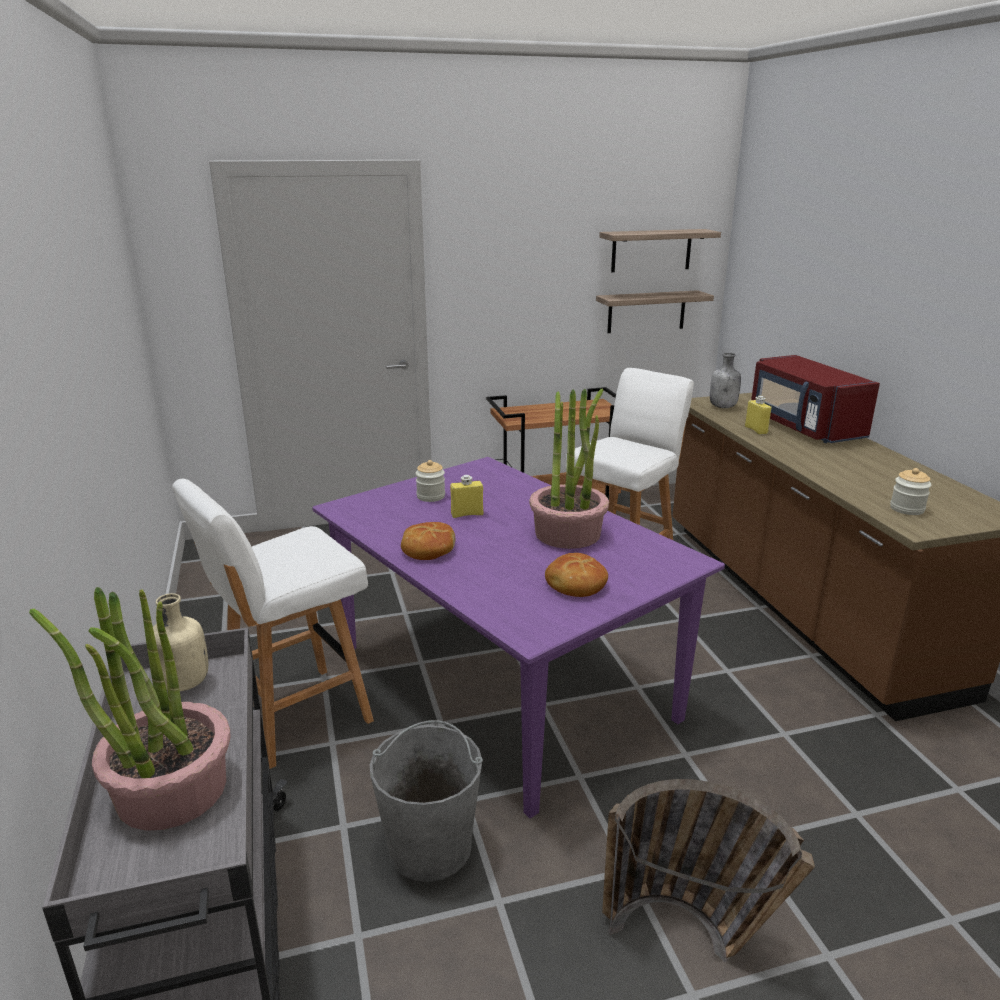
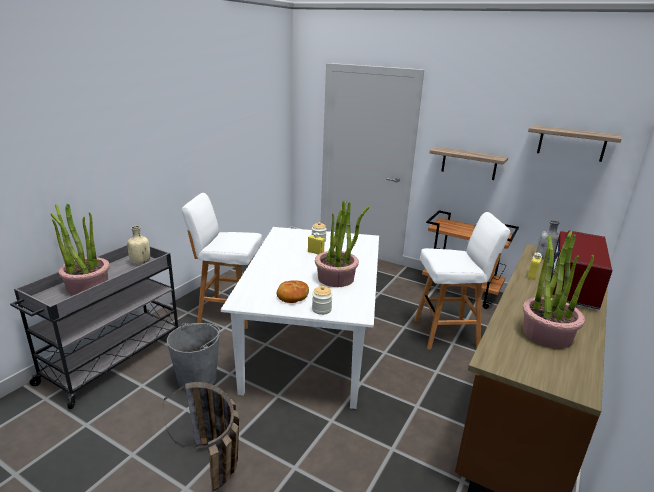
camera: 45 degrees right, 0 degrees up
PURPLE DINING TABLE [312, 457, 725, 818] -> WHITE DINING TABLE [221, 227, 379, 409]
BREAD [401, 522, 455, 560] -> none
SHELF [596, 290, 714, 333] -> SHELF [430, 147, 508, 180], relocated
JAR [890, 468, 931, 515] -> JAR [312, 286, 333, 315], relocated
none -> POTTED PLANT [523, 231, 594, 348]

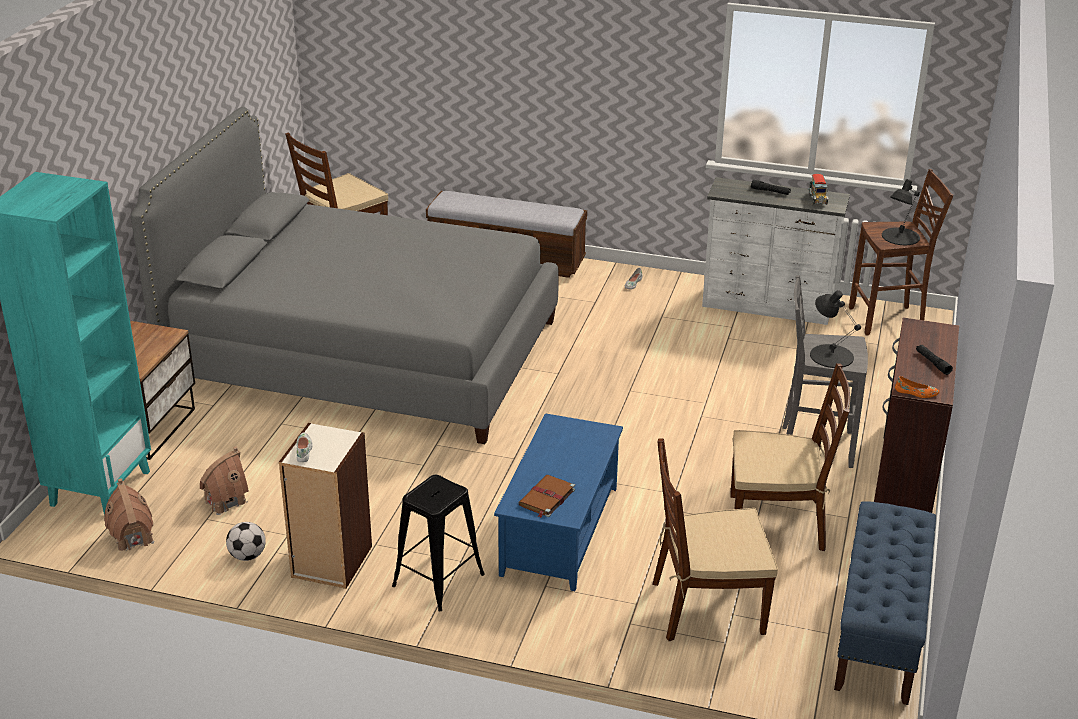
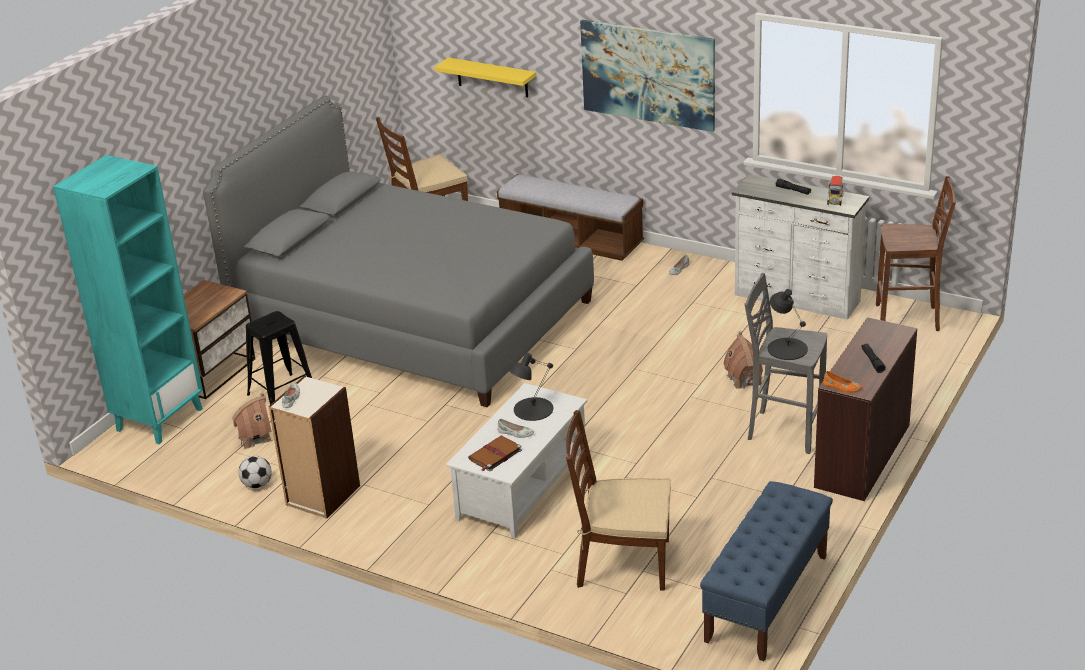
camera: 15 degrees right, 0 degrees up
TOY HOUSE [104, 478, 155, 551] -> TOY HOUSE [723, 331, 763, 389], relocated
BLACK STOOL [392, 475, 485, 612] -> BLACK STOOL [246, 311, 312, 404], relocated
BLUE COFFEE TABLE [494, 413, 623, 591] -> WHITE COFFEE TABLE [446, 383, 587, 539]
BROWN CHAIR [730, 363, 850, 551] -> none
BLACK TABLE LAMP [882, 179, 920, 245] -> BLACK TABLE LAMP [509, 353, 553, 421], relocated
none -> YELLOW SHELF [434, 58, 536, 97]
none -> WHITE SHOE [497, 419, 534, 438]
none -> PICTURE [580, 20, 715, 132]

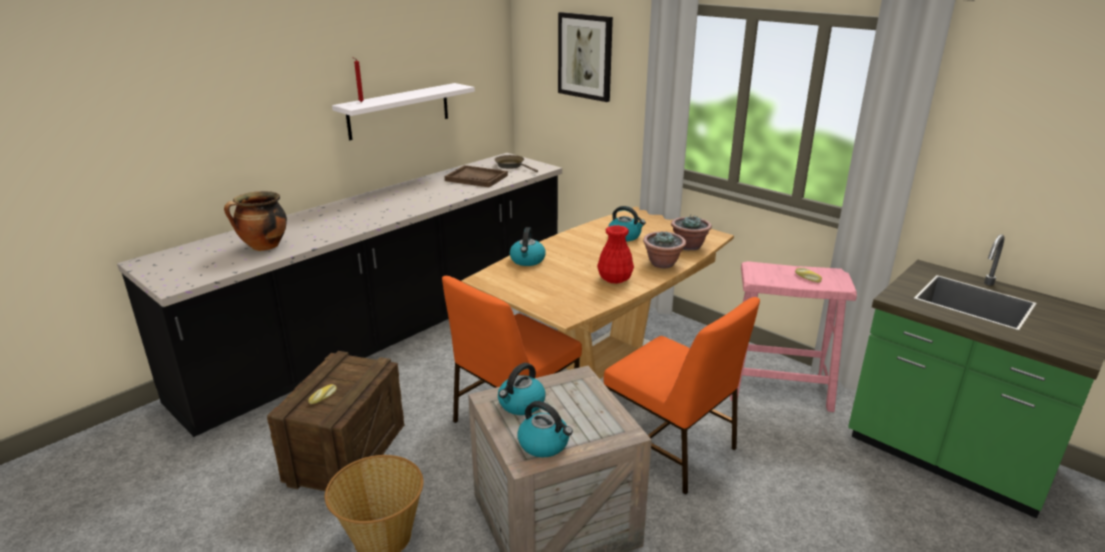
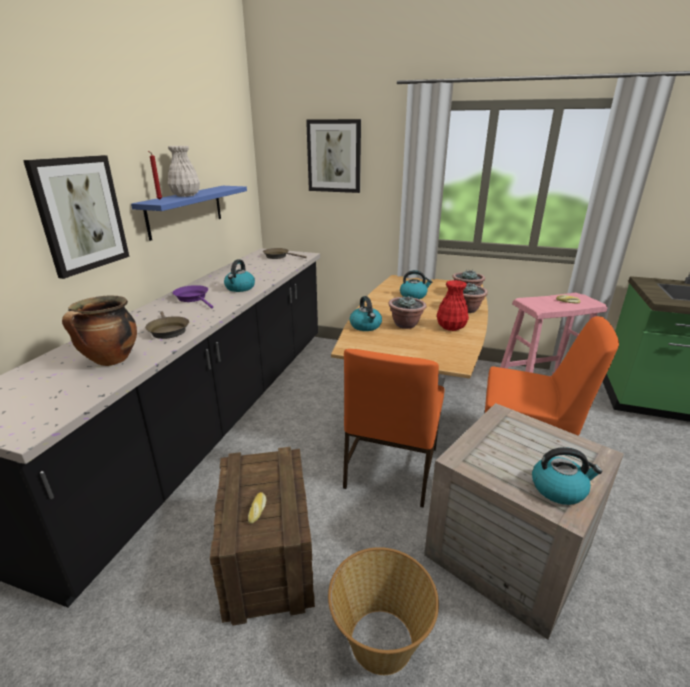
camera: 25 degrees left, 0 degrees up
WHITE SHELF [332, 83, 475, 140] -> BLUE SHELF [131, 186, 247, 241]
BROWN TRAY [445, 165, 508, 188] -> none
KETTLE [498, 363, 545, 415] -> KETTLE [224, 259, 255, 292], relocated
none -> PICTURE [23, 155, 129, 279]
none -> BROWN FRYING PAN [145, 311, 189, 339]
none -> WHITE VASE [168, 146, 200, 197]
none -> PURPLE FRYING PAN [173, 285, 213, 308]
none -> POTTED PLANT [388, 296, 426, 329]

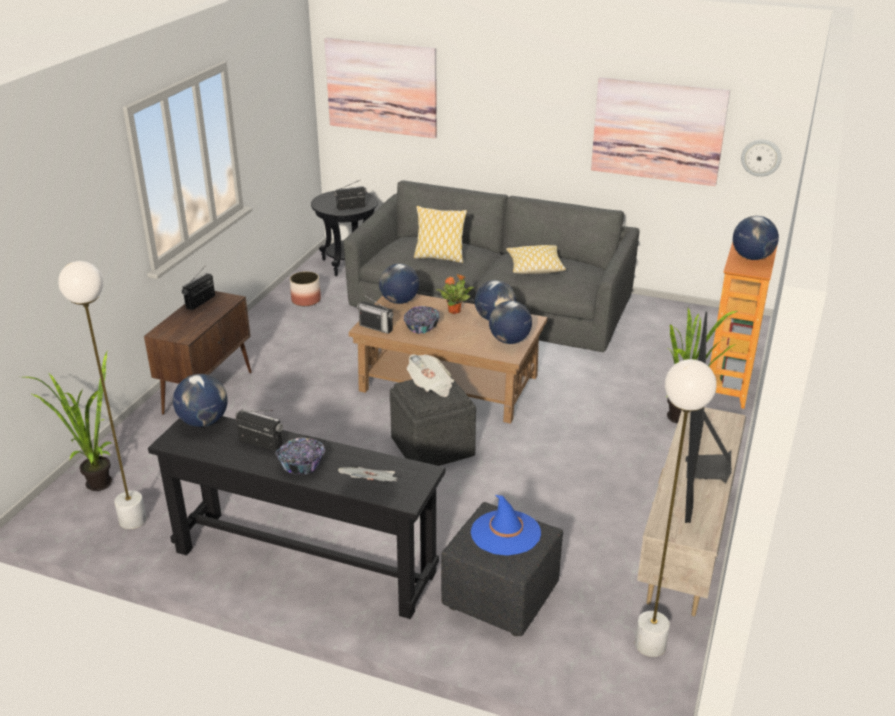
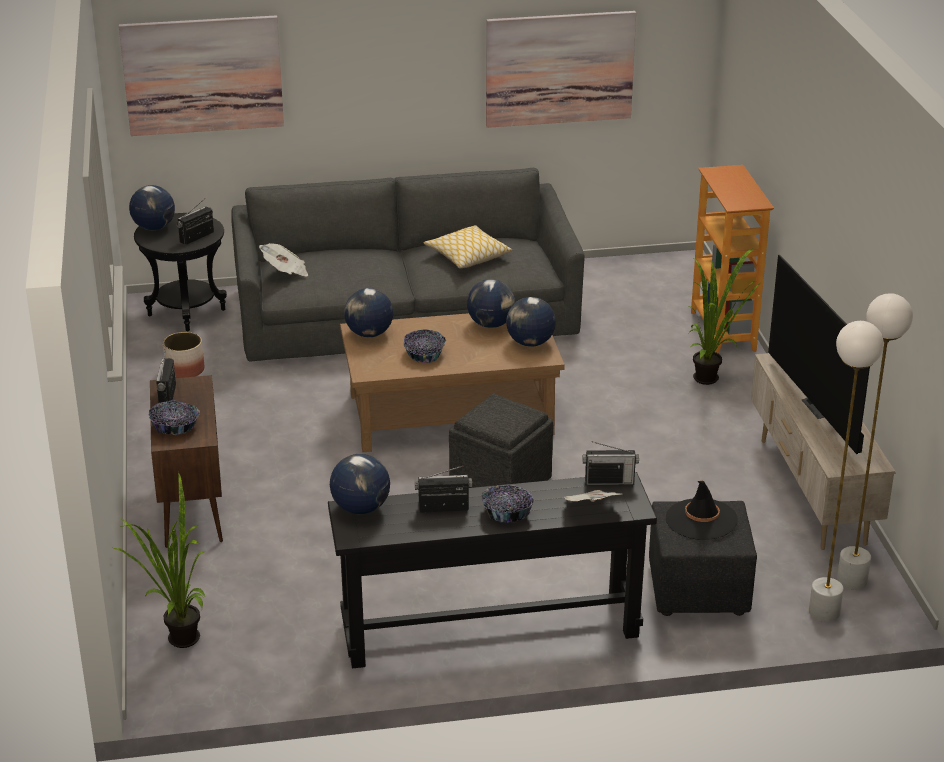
camera: 30 degrees left, 0 degrees up
WHITE FLOOR LAMP [58, 261, 147, 529] -> WHITE FLOOR LAMP [809, 321, 884, 622], relocated
RADIO [357, 294, 394, 334] -> RADIO [582, 441, 639, 485], relocated
NEWSPAPER [407, 354, 454, 397] -> NEWSPAPER [259, 243, 308, 276], relocated
PILLOW [414, 206, 467, 263] -> none
POTTED PLANT [436, 274, 474, 314] -> none
BLUE HAT [471, 495, 541, 556] -> BLACK HAT [666, 481, 738, 540]
GLOBE [733, 216, 779, 260] -> GLOBE [129, 185, 175, 230], relocated
WALL CLOCK [741, 140, 781, 177] -> none
none -> BOWL [149, 400, 200, 435]

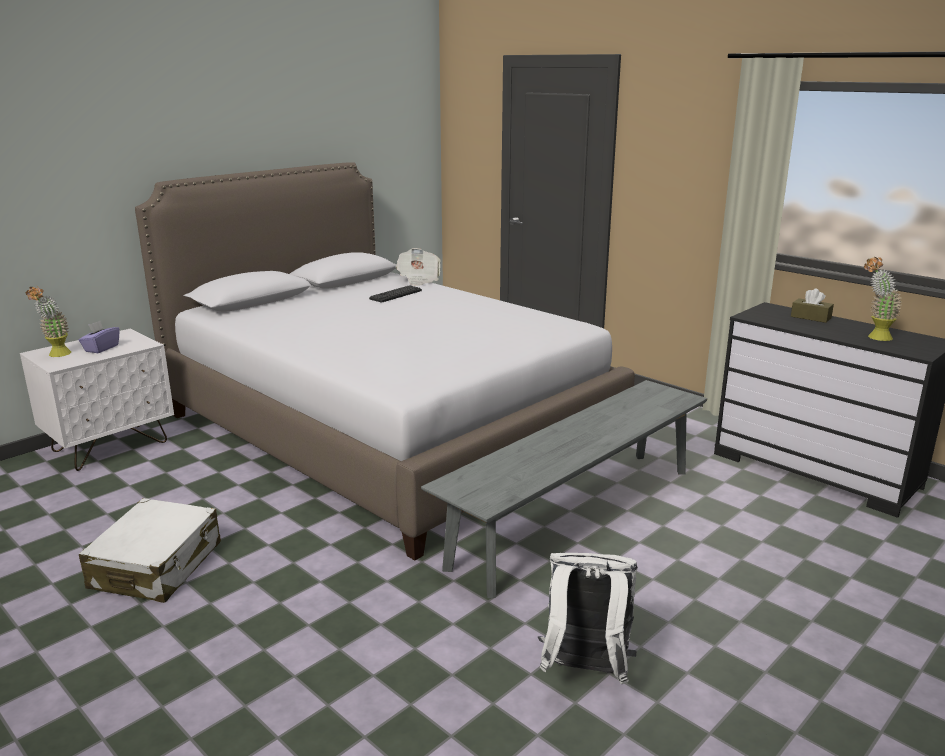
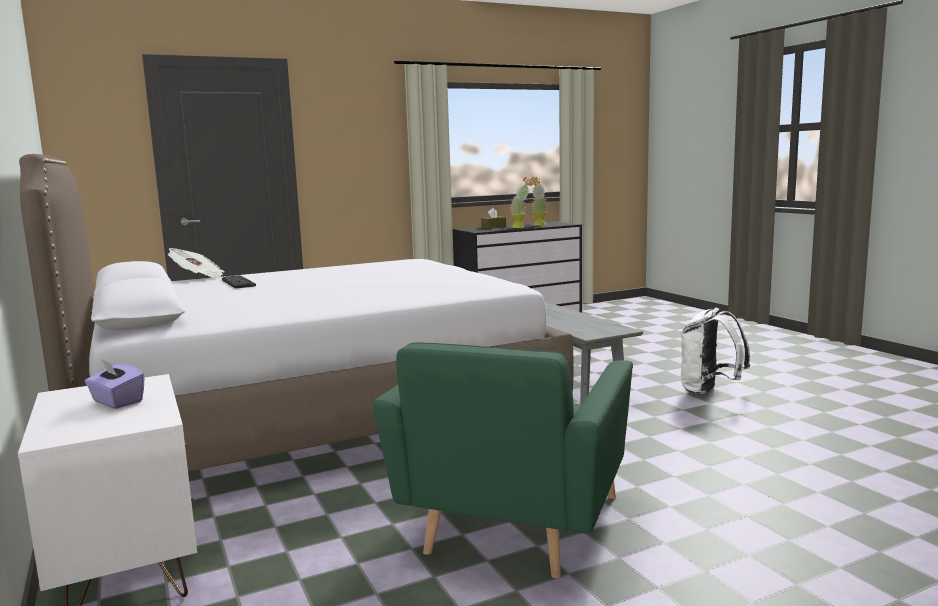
camera: 70 degrees left, 10 degrees down
POTTED PLANT [26, 286, 71, 357] -> POTTED PLANT [510, 177, 533, 228], relocated
WHITE SUITCASE [79, 498, 221, 603] -> GREEN ARMCHAIR [373, 342, 633, 578]

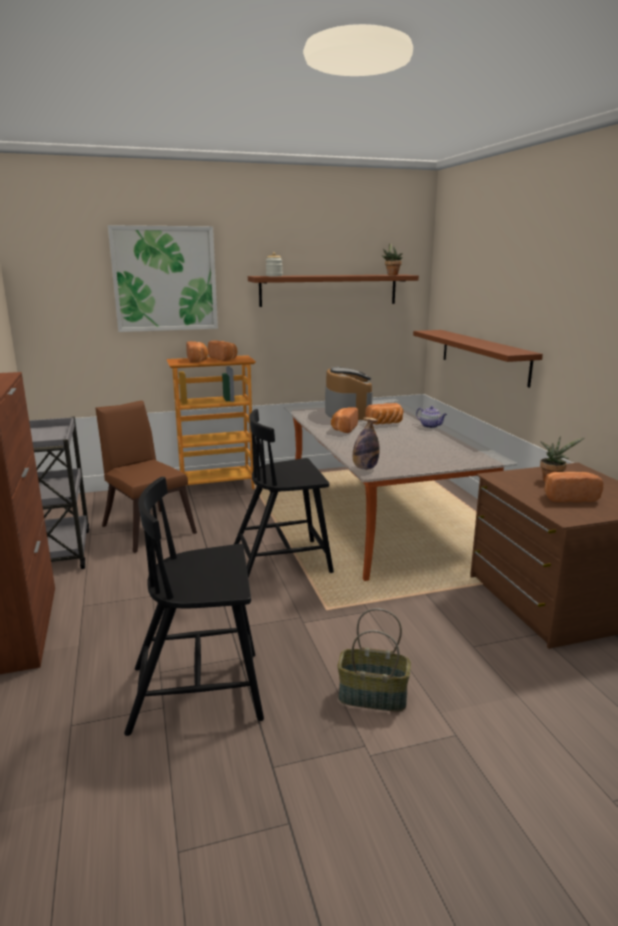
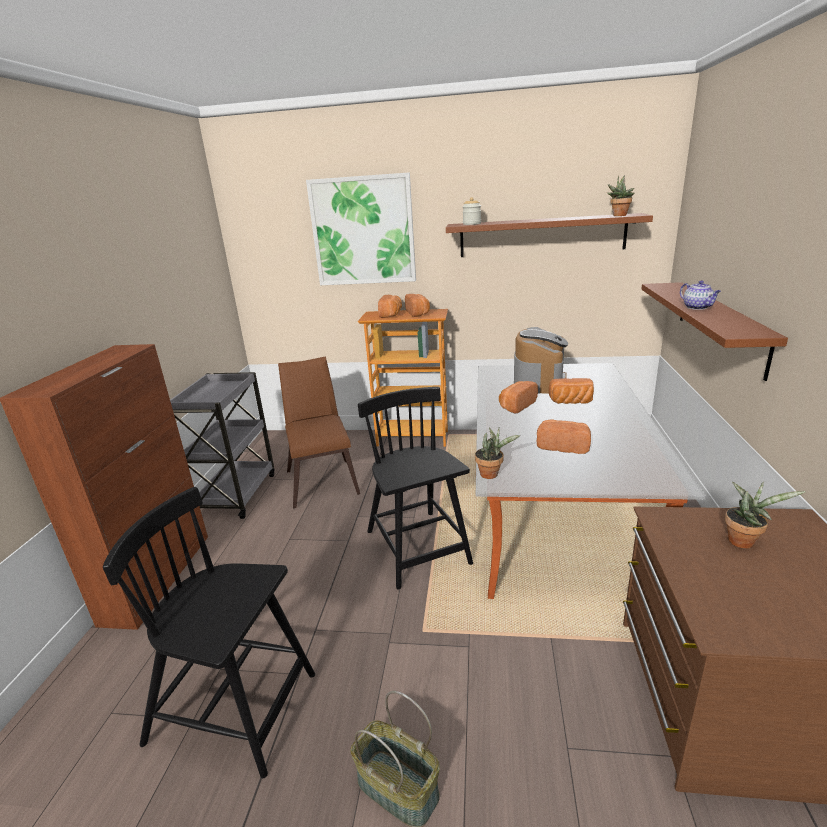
camera: 25 degrees right, 5 degrees up
BLACK CHAIR [234, 409, 334, 578] -> BLACK CHAIR [358, 387, 473, 589], 60 degrees clockwise
BOTTLE [353, 417, 379, 470] -> POTTED PLANT [475, 428, 520, 479]
TEAPOT [416, 406, 447, 428] -> TEAPOT [680, 280, 721, 310], relocated
BREAD [544, 472, 603, 502] -> BREAD [537, 419, 591, 454], relocated

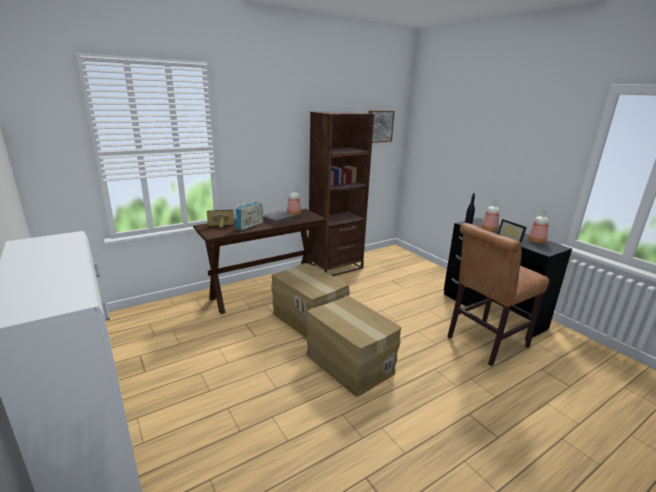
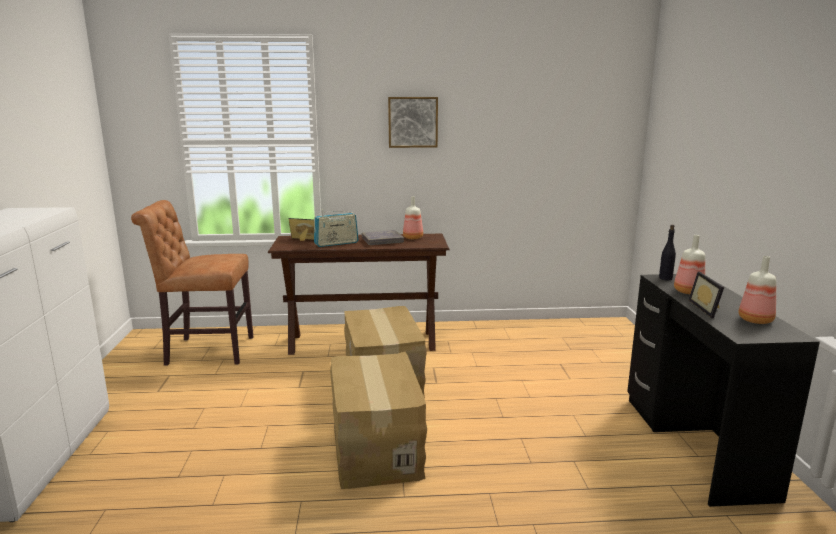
camera: 30 degrees right, 5 degrees down
BROWN BOOKCASE [309, 112, 374, 276] -> none
PICTURE [369, 110, 395, 143] -> PICTURE [388, 97, 438, 148], relocated
BROWN CHAIR [447, 223, 549, 366] -> BROWN CHAIR [131, 200, 253, 366], relocated

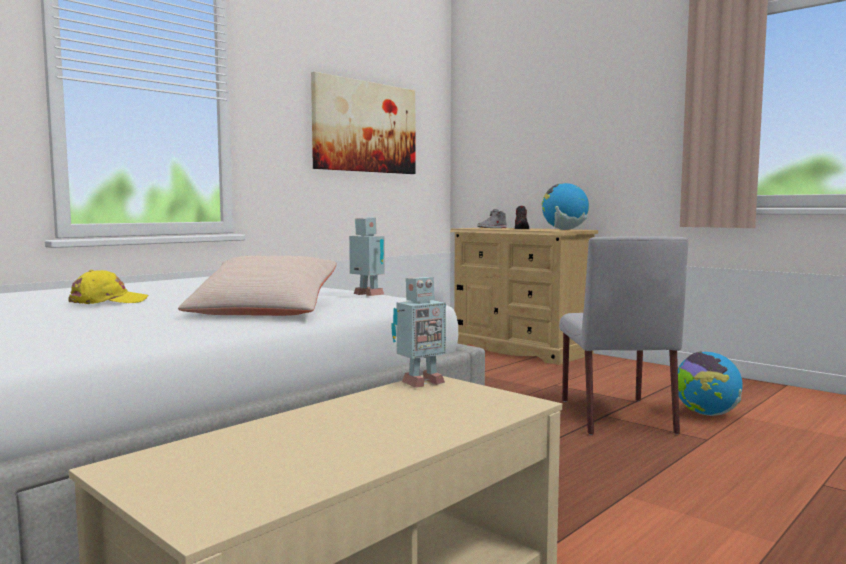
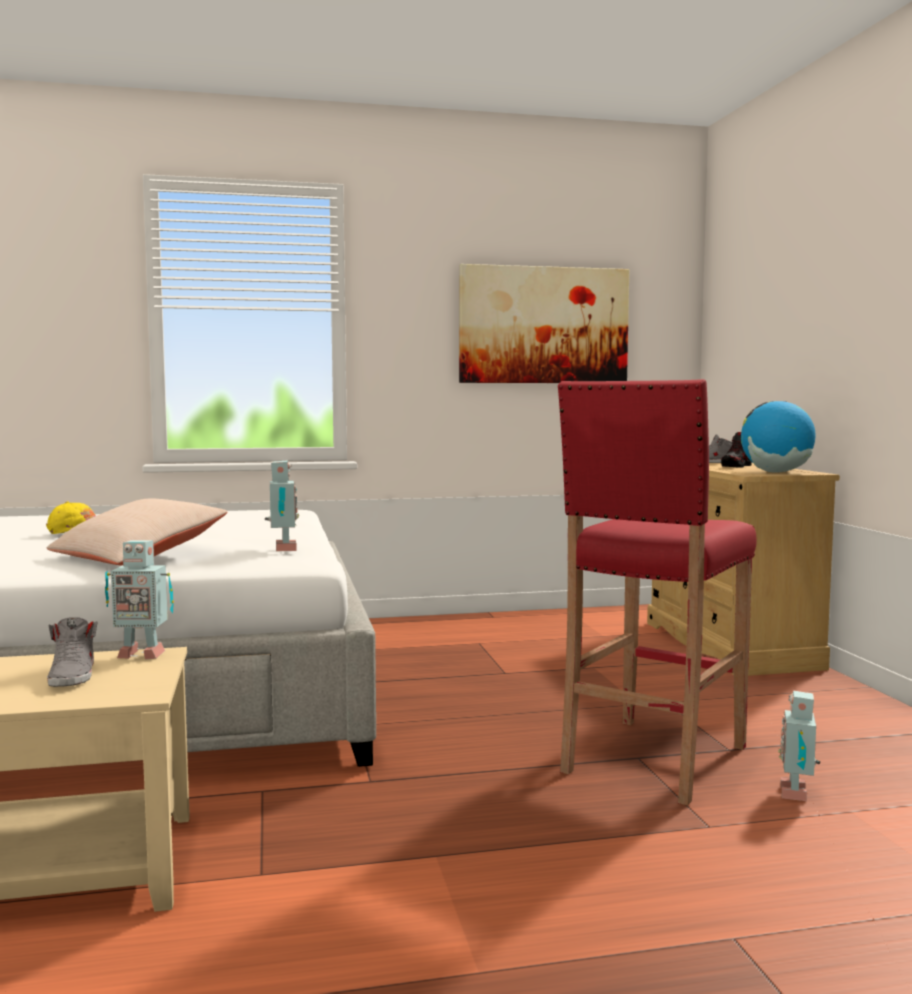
camera: 35 degrees right, 0 degrees up
GREY CHAIR [559, 236, 689, 435] -> RED STOOL [558, 379, 757, 806]
GLOBE [678, 352, 742, 416] -> TOY ROBOT [778, 691, 820, 801]
none -> GREY SHOE [47, 617, 98, 687]

